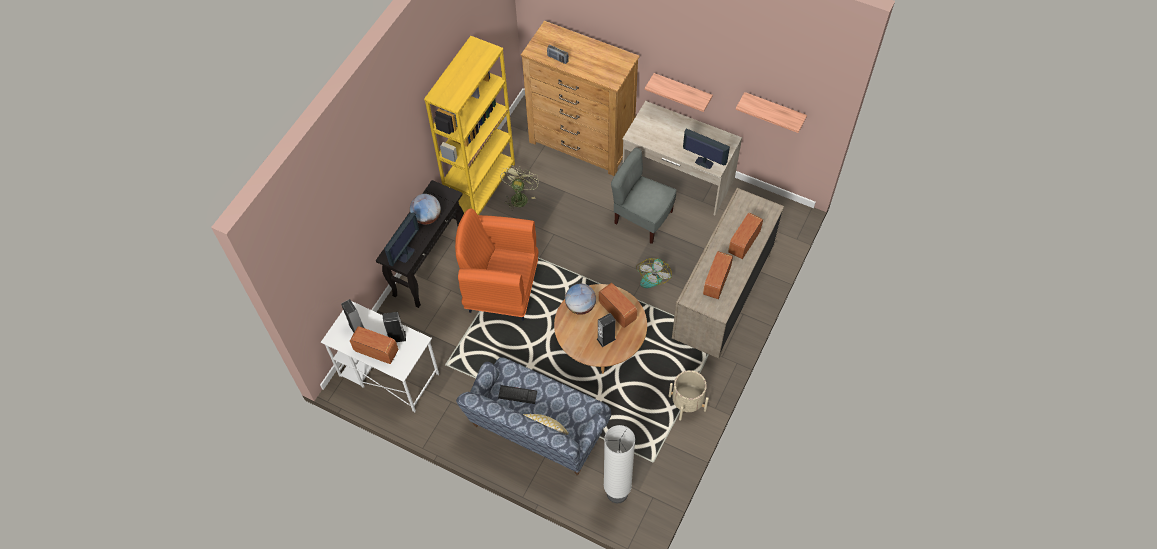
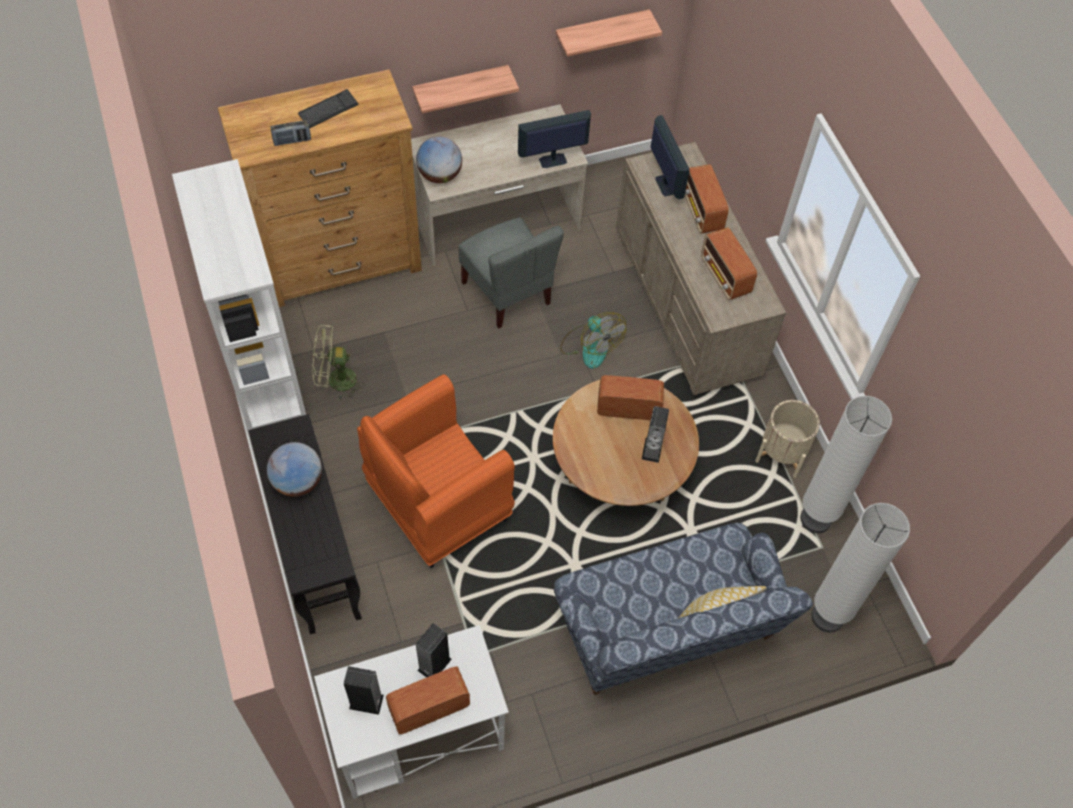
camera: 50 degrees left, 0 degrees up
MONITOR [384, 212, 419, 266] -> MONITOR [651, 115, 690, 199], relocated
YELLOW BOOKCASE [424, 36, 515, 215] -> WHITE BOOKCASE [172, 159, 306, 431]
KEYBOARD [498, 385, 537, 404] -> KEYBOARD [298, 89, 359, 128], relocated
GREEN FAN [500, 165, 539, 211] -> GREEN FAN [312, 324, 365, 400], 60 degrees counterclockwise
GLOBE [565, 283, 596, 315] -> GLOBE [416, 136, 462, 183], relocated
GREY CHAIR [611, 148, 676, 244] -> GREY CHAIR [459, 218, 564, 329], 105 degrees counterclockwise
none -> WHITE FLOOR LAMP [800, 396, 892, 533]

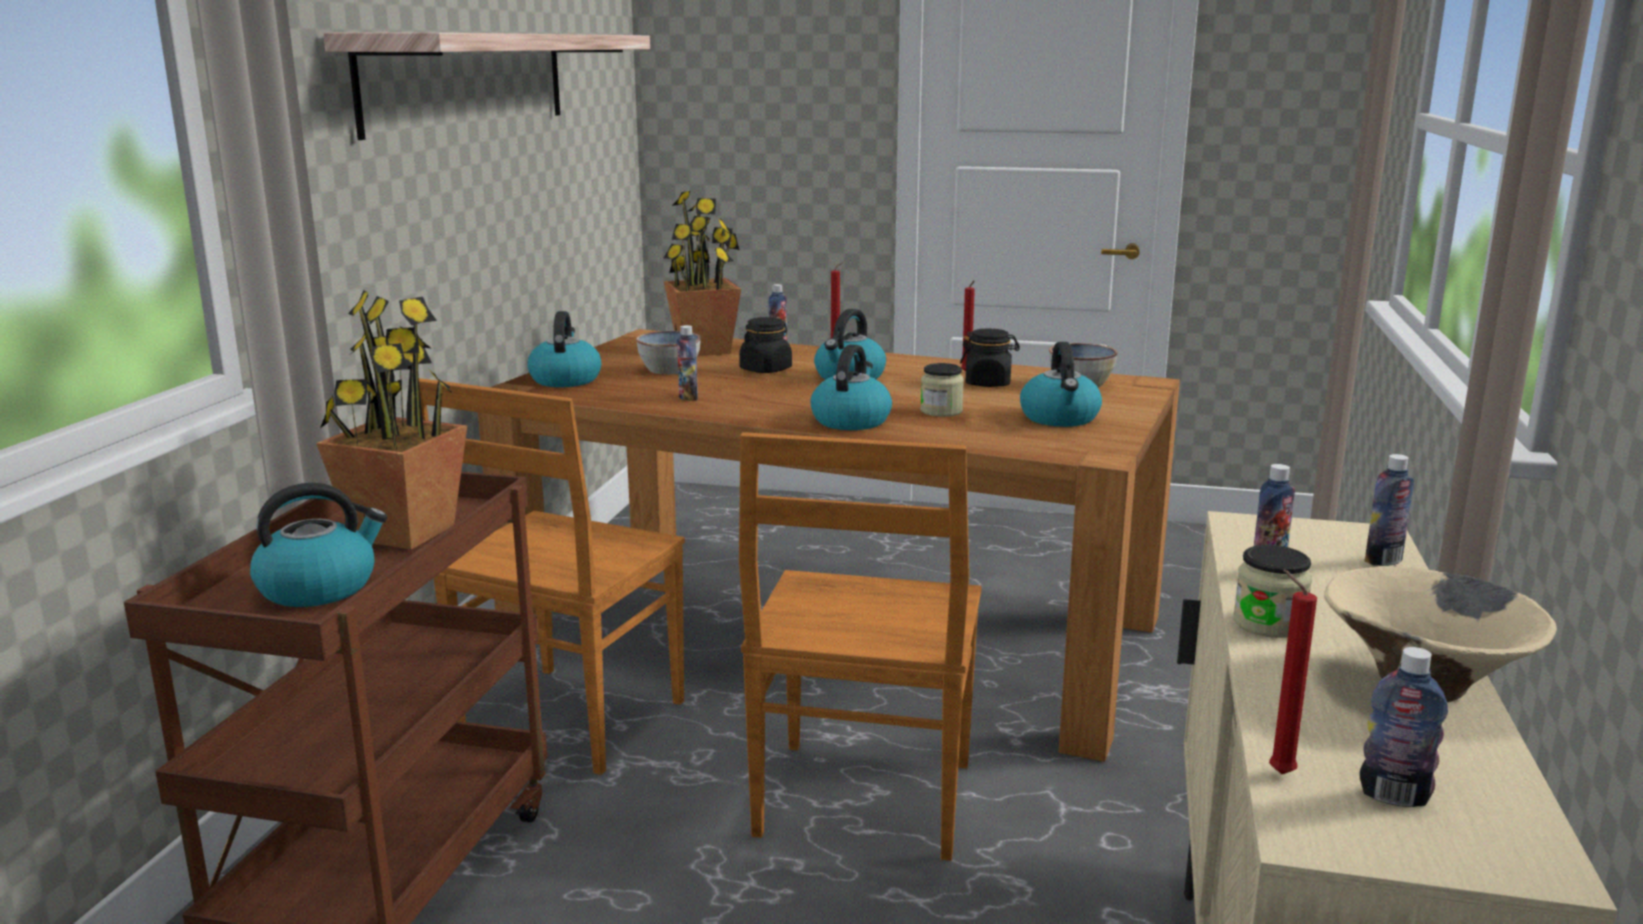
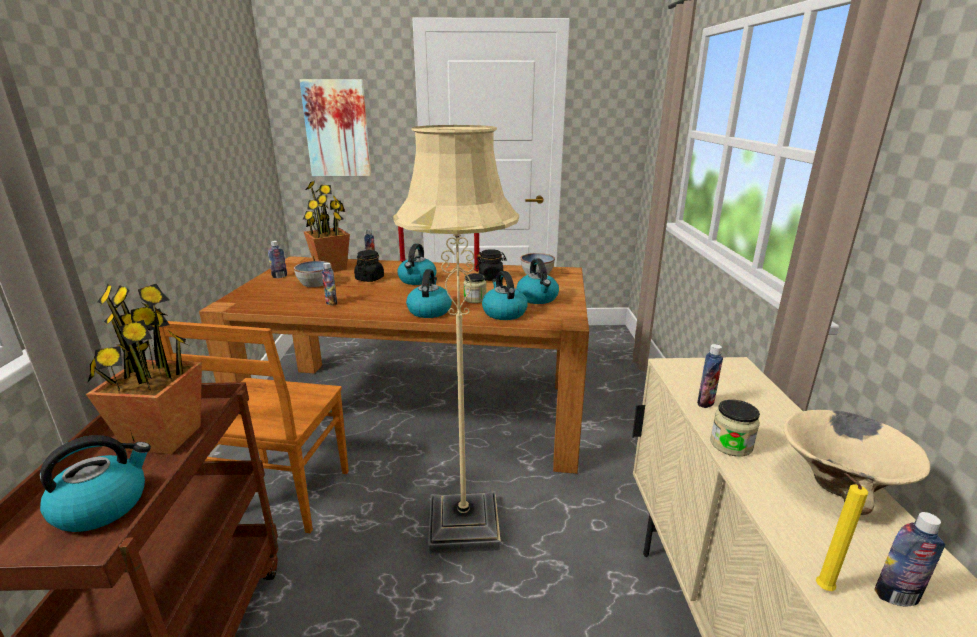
camera: 15 degrees left, 5 degrees up
SHELF [323, 32, 650, 140] -> none
KETTLE [527, 311, 601, 387] -> KETTLE [482, 271, 528, 320], relocated
BROWN CHAIR [739, 432, 982, 861] -> BEIGE FLOOR LAMP [393, 125, 519, 554]
RED CANDLE [1269, 570, 1317, 774] -> YELLOW CANDLE [816, 473, 868, 591]
BOTTLE [1365, 454, 1414, 566] -> BOTTLE [268, 241, 287, 278], relocated
none -> PICTURE [299, 79, 371, 176]

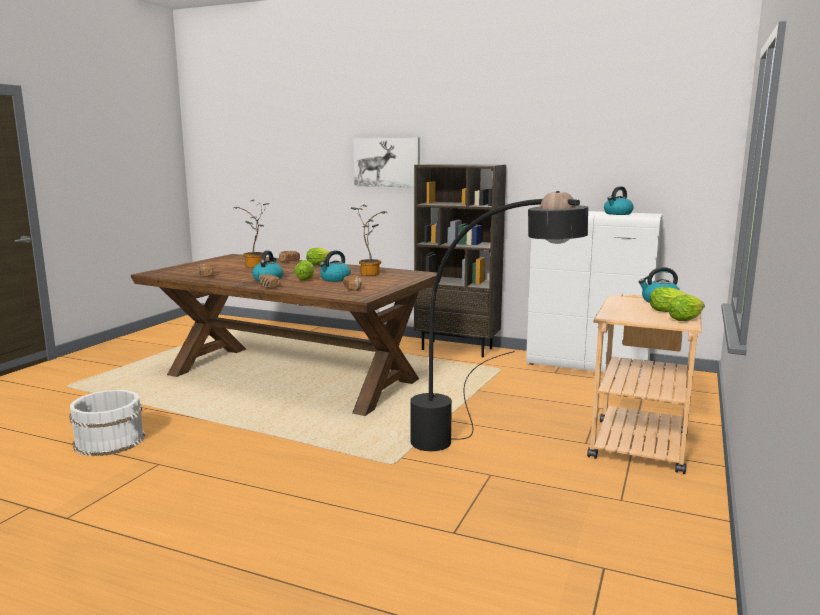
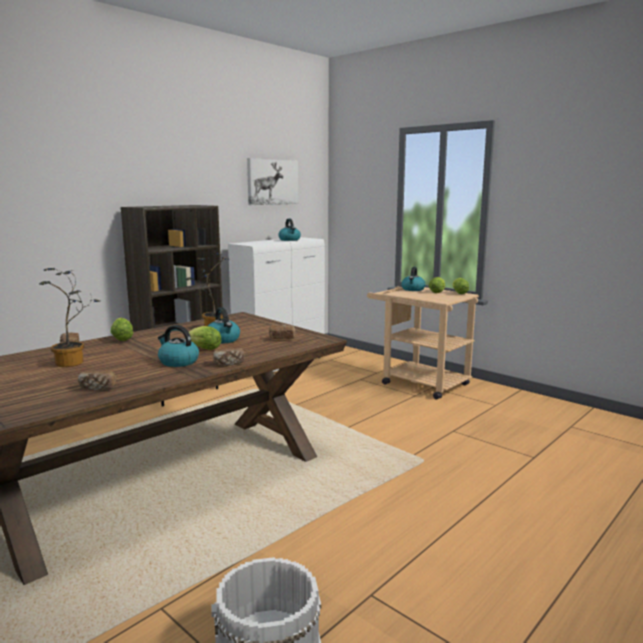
camera: 70 degrees left, 0 degrees up
PICTURE [353, 138, 420, 188] -> PICTURE [247, 158, 299, 205], relocated
BLACK FLOOR LAMP [410, 191, 588, 451] -> none

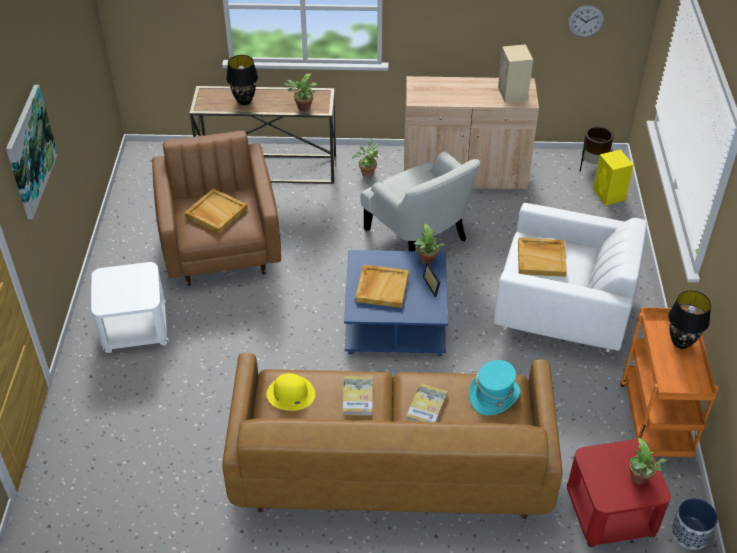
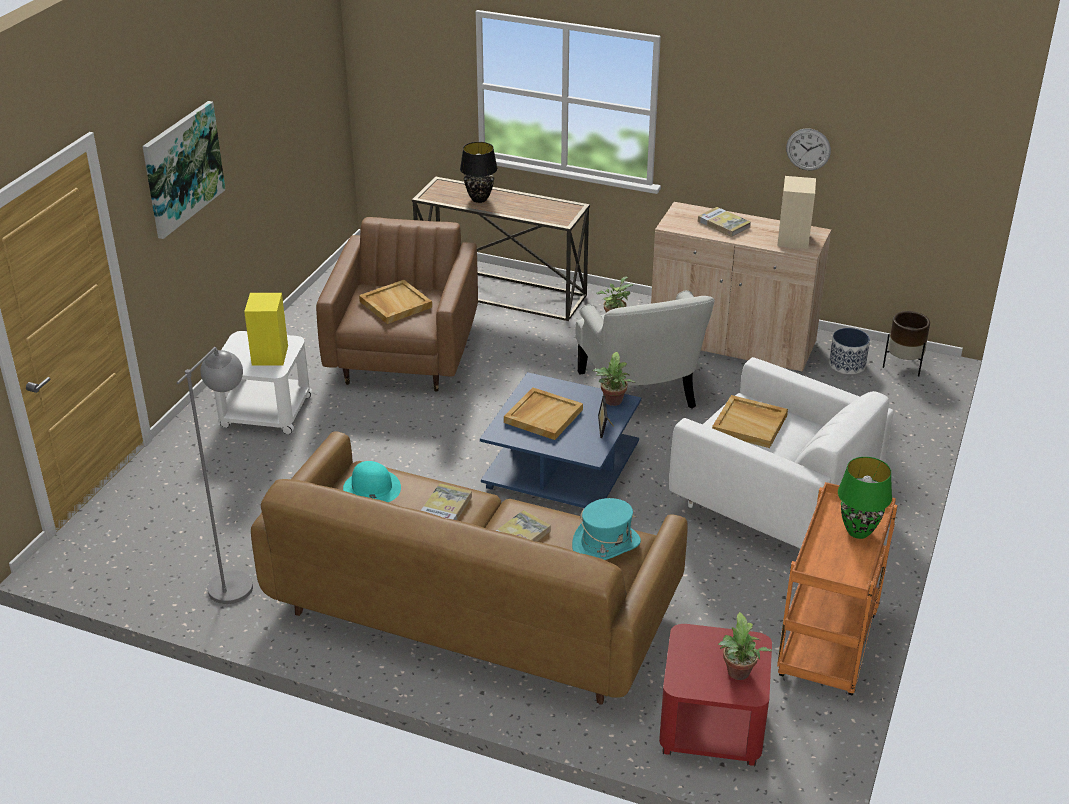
camera: 20 degrees right, 10 degrees down
YELLOW HAT [266, 373, 315, 411] -> TURQUOISE HAT [343, 461, 401, 502]
POTTED PLANT [284, 73, 318, 112] -> none
WALL CLOCK [568, 5, 604, 37] -> WALL CLOCK [786, 128, 831, 171], relocated
YELLOW SPEAKER [593, 150, 634, 205] -> YELLOW SPEAKER [244, 293, 288, 365], relocated
BLACK TABLE LAMP [668, 291, 711, 349] -> GREEN TABLE LAMP [838, 457, 892, 539]
PLANTER [671, 498, 718, 550] -> PLANTER [829, 328, 870, 374], relocated
none -> GREY FLOOR LAMP [177, 347, 253, 604]
none -> BOOK [698, 207, 751, 237]

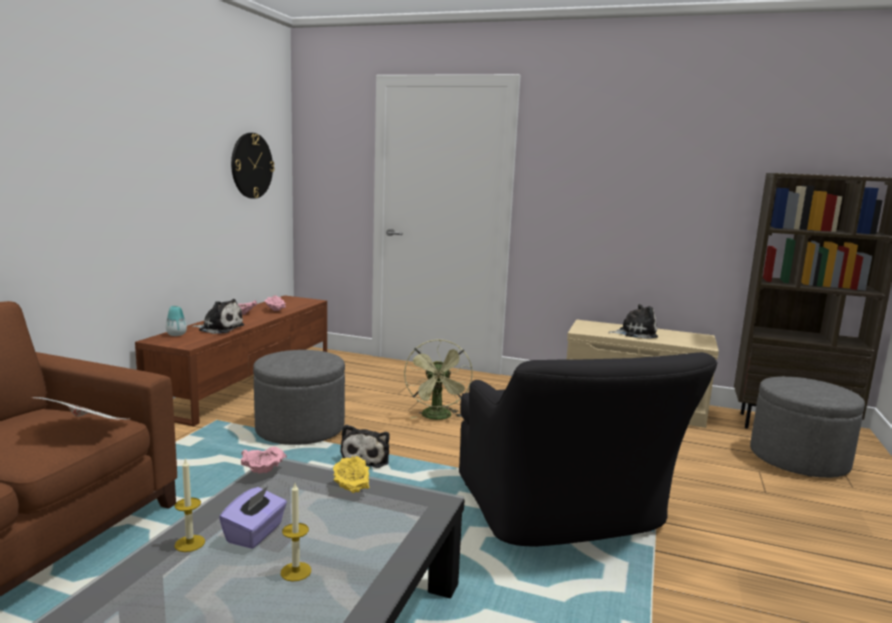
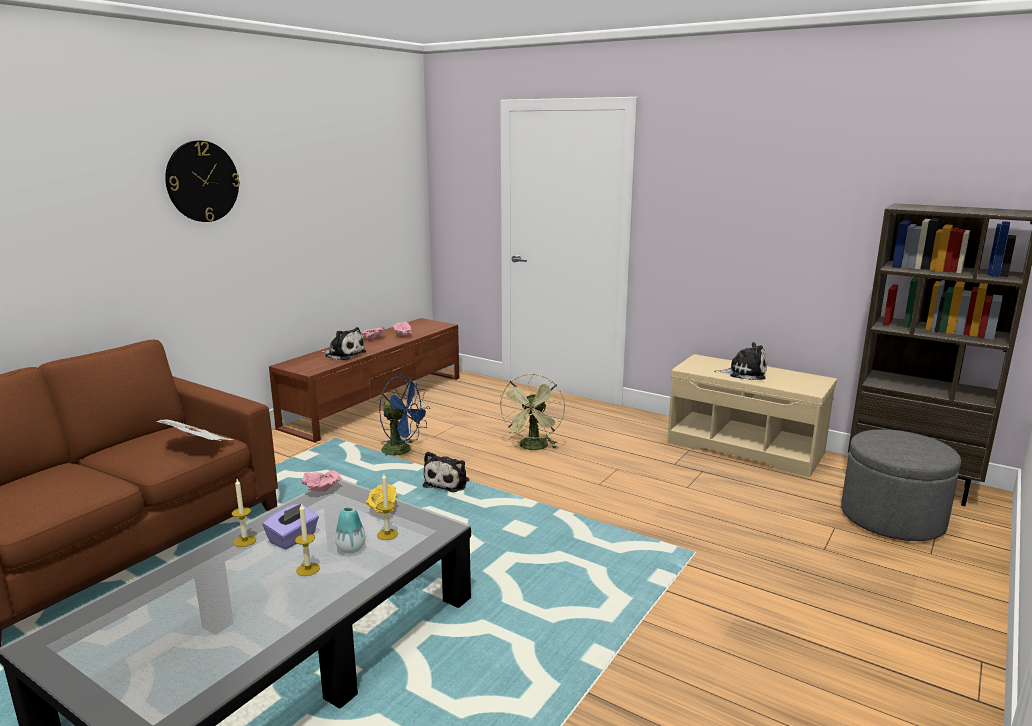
camera: 15 degrees right, 5 degrees up
VASE [166, 306, 187, 336] -> VASE [335, 507, 366, 554], relocated
WALL CLOCK [231, 133, 274, 199] -> WALL CLOCK [165, 140, 240, 222], relocated
GREY OTTOMAN [253, 350, 345, 445] -> BLUE FAN [379, 376, 430, 455]
BLACK ARMCHAIR [459, 352, 718, 547] -> none
none -> CANDLE [377, 474, 398, 540]

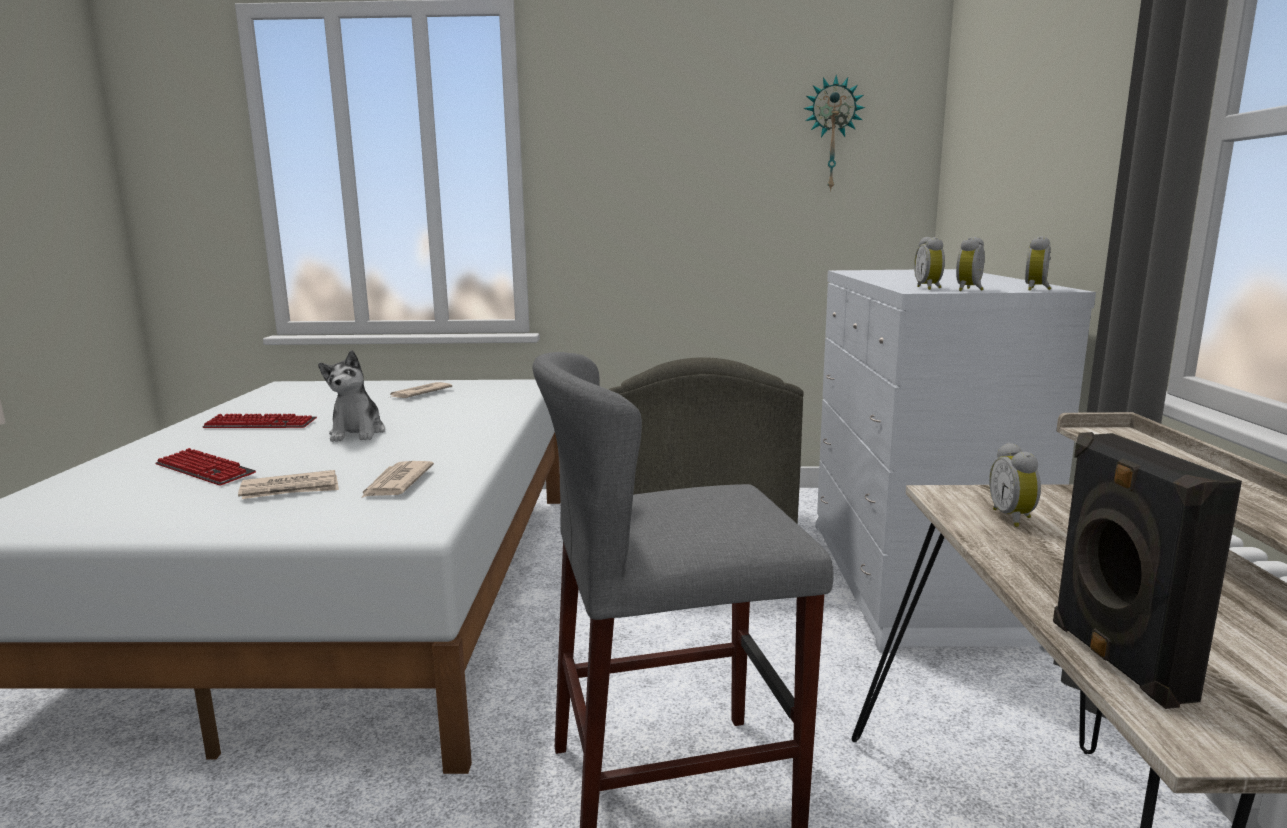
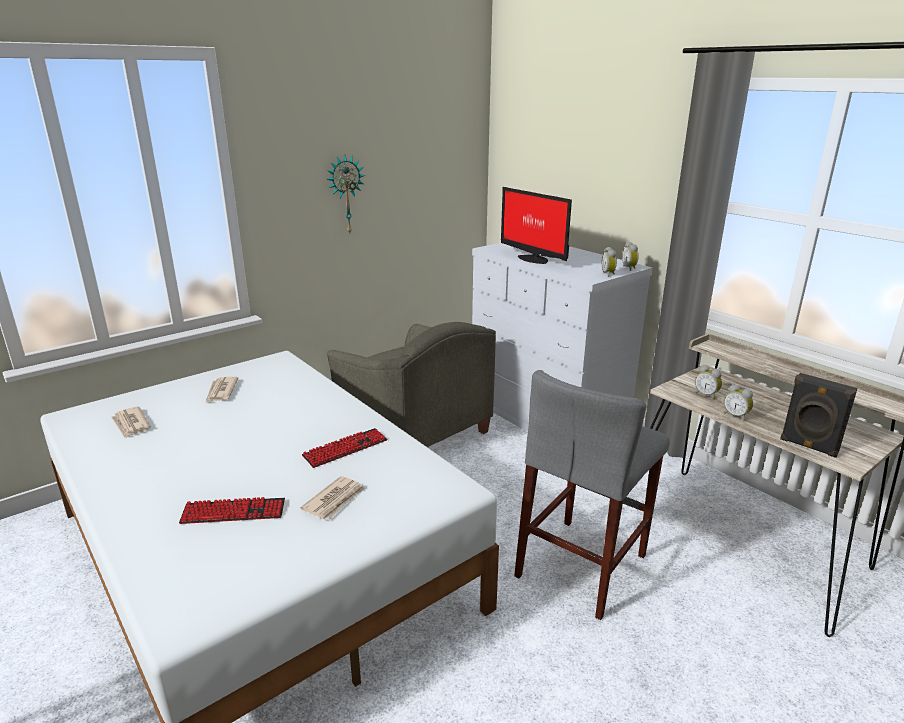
camera: 40 degrees left, 10 degrees up
KEYBOARD [202, 414, 317, 428] -> KEYBOARD [302, 428, 387, 468], relocated
PLUSH TOY [318, 350, 385, 442] -> none
NEWSPAPER [360, 461, 434, 499] -> NEWSPAPER [111, 406, 151, 438], relocated
WALL CLOCK [804, 75, 865, 192] -> WALL CLOCK [326, 155, 365, 234], relocated
ALARM CLOCK [914, 237, 945, 290] -> ALARM CLOCK [724, 384, 753, 421], relocated
none -> MONITOR [501, 187, 572, 264]

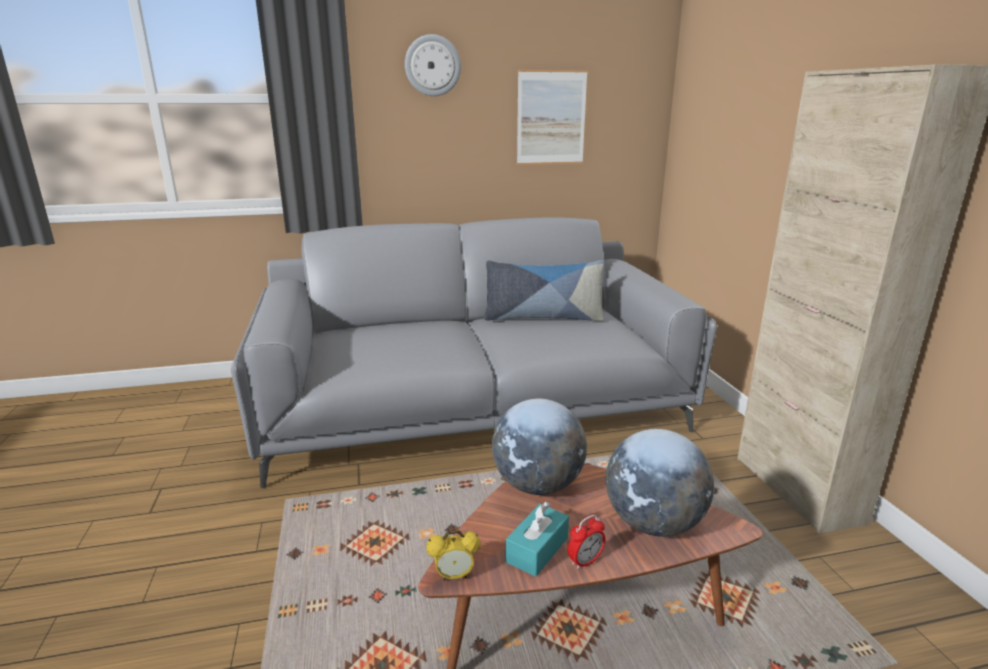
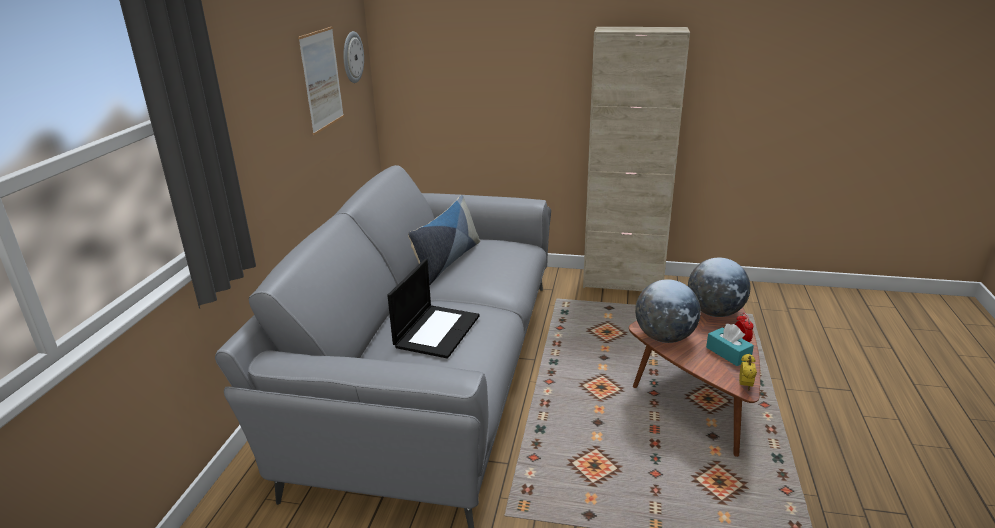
camera: 65 degrees left, 5 degrees up
WALL CLOCK [405, 34, 461, 96] -> WALL CLOCK [343, 31, 364, 83], relocated
none -> LAPTOP [387, 259, 479, 359]

